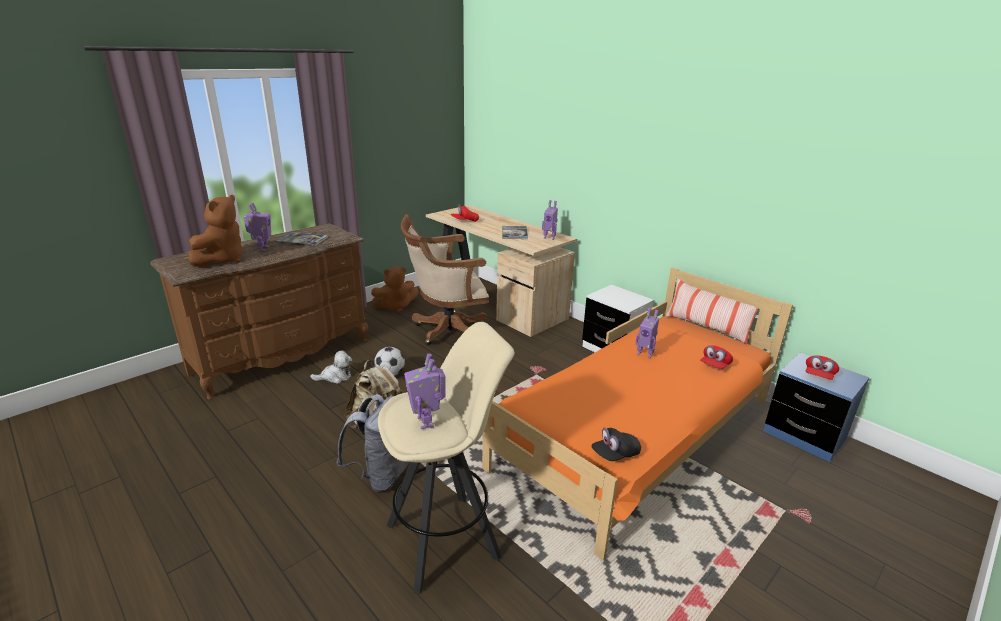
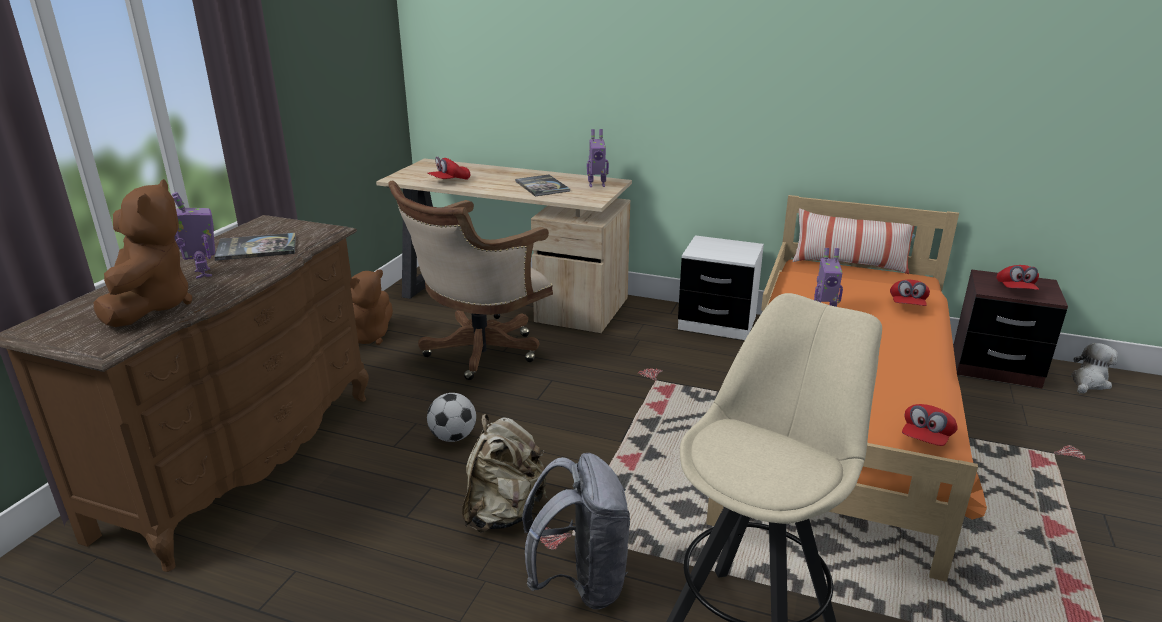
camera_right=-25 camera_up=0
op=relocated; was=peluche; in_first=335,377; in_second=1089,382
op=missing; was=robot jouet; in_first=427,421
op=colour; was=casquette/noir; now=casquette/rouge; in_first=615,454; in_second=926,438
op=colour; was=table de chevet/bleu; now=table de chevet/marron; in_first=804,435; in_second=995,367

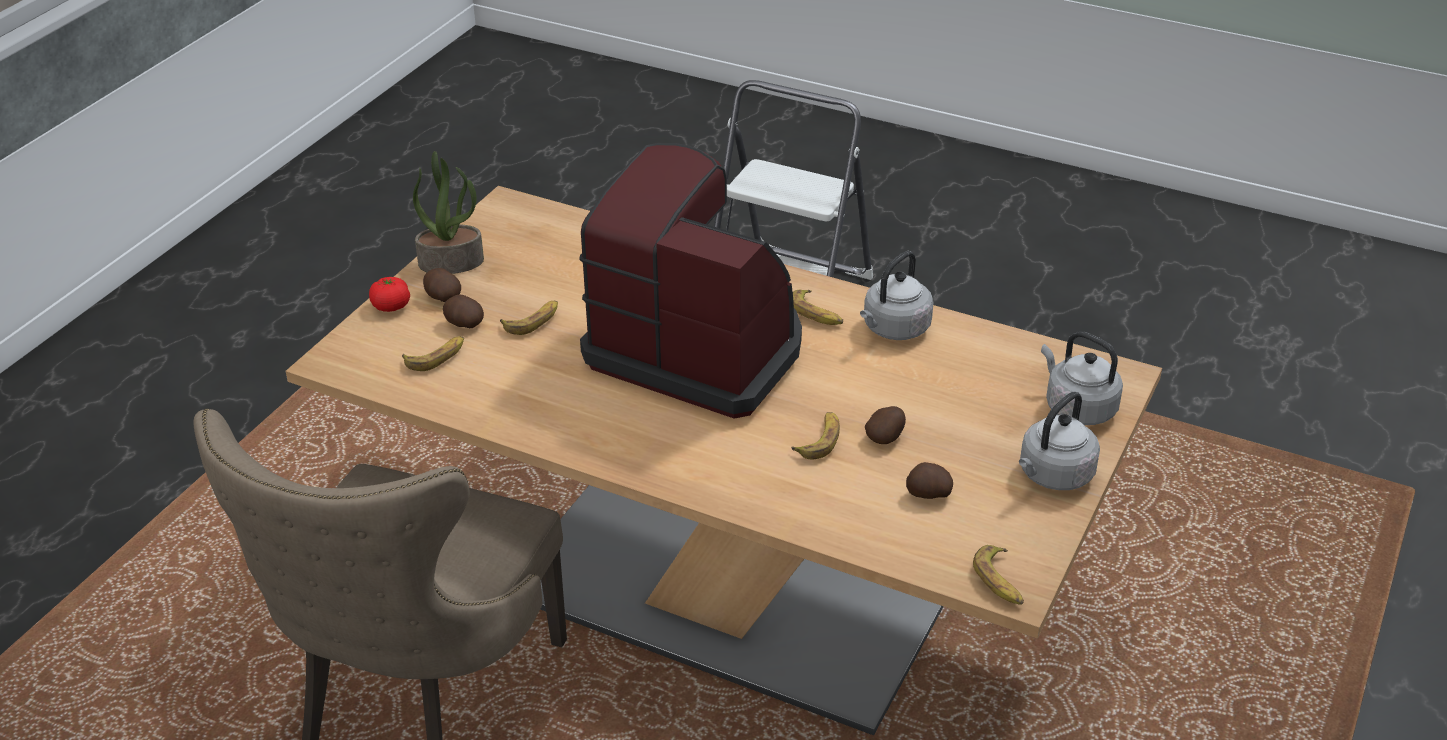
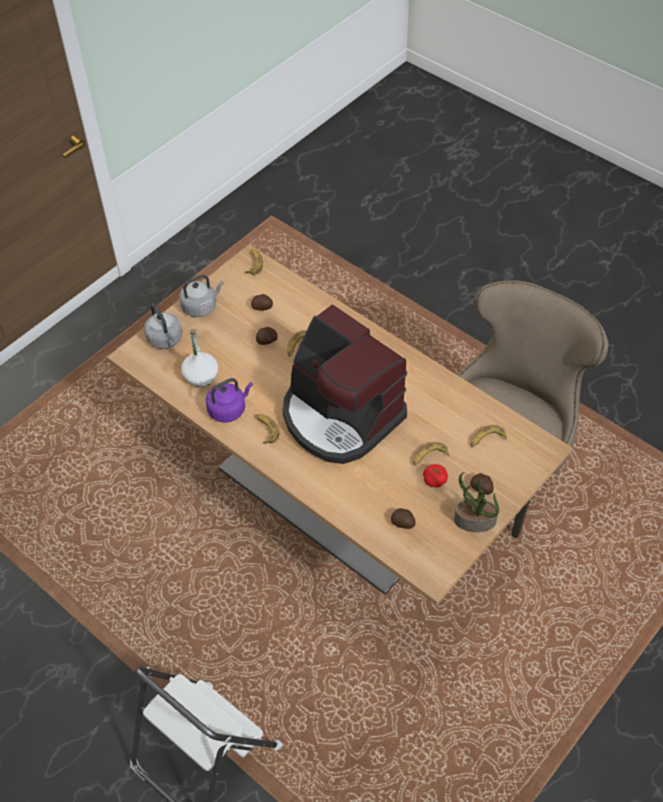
camera_right=-165 camera_up=15
op=relocated; was=tomate; in_first=391,306; in_second=434,480
op=relocated; was=pomme de terre; in_first=463,324; in_second=403,523
op=colour; was=bouilloire/gris; now=bouilloire/violet; in_first=894,329; in_second=229,409
op=appeared; now=bouteille/blanc; in_second=201,376

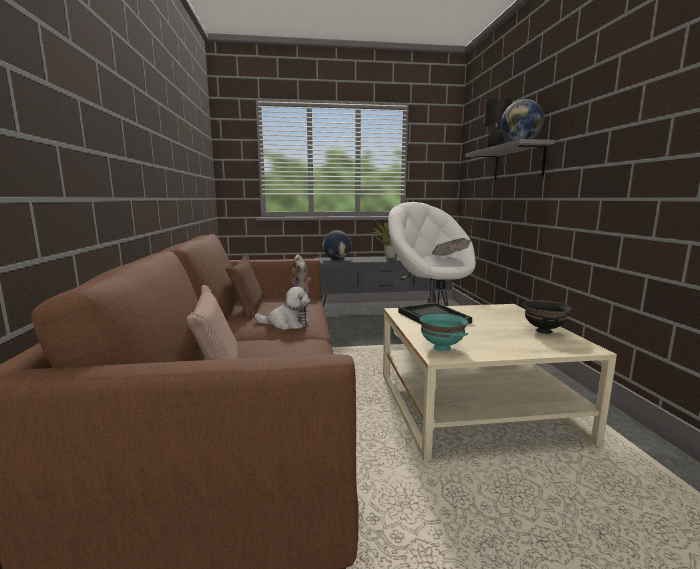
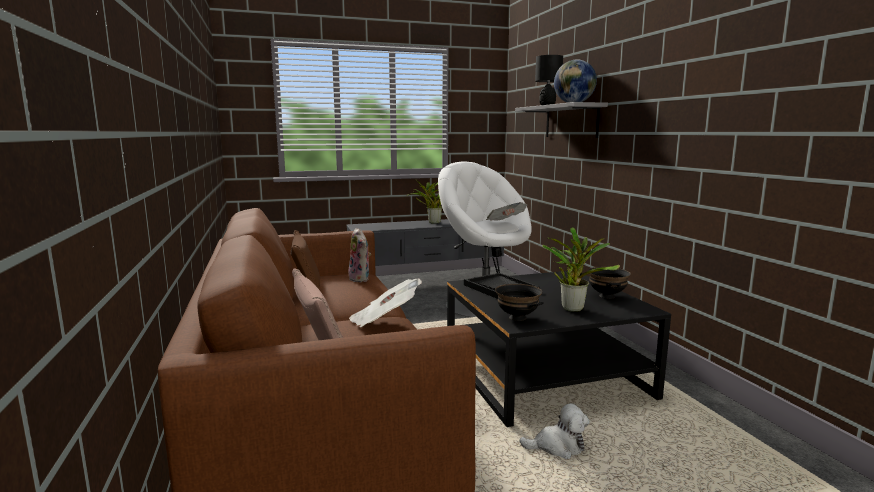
camera_right=-10 camera_up=0
op=relocated; was=peluche; in_first=286,324; in_second=557,447
op=missing; was=globe; in_first=337,259
op=colour; was=table basse/beige; now=table basse/noir; in_first=474,406; in_second=544,374
op=colour; was=bol/turquoise; now=bol/noir; in_first=442,347; in_second=518,317
op=appeared; now=journal; in_second=384,320
op=appeared; now=plante en pot; in_second=572,308

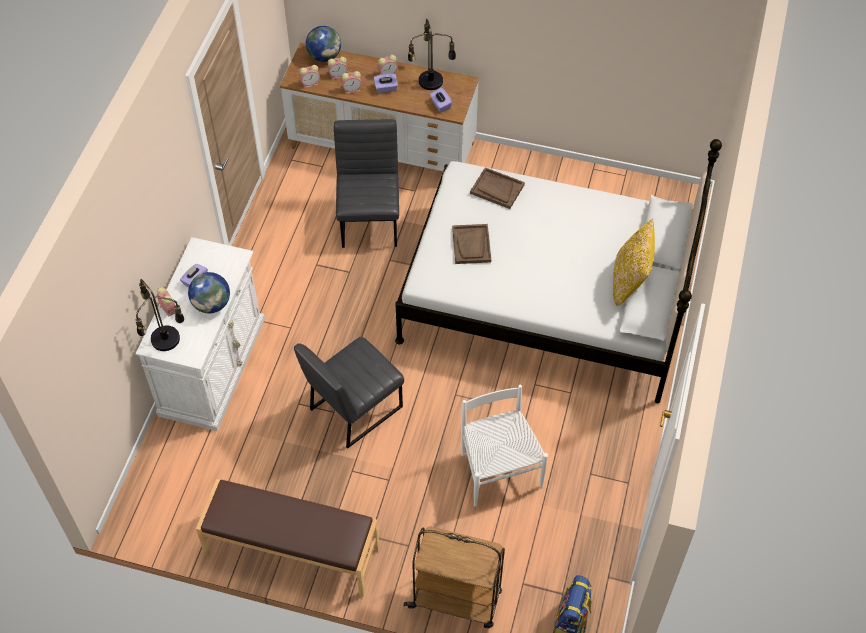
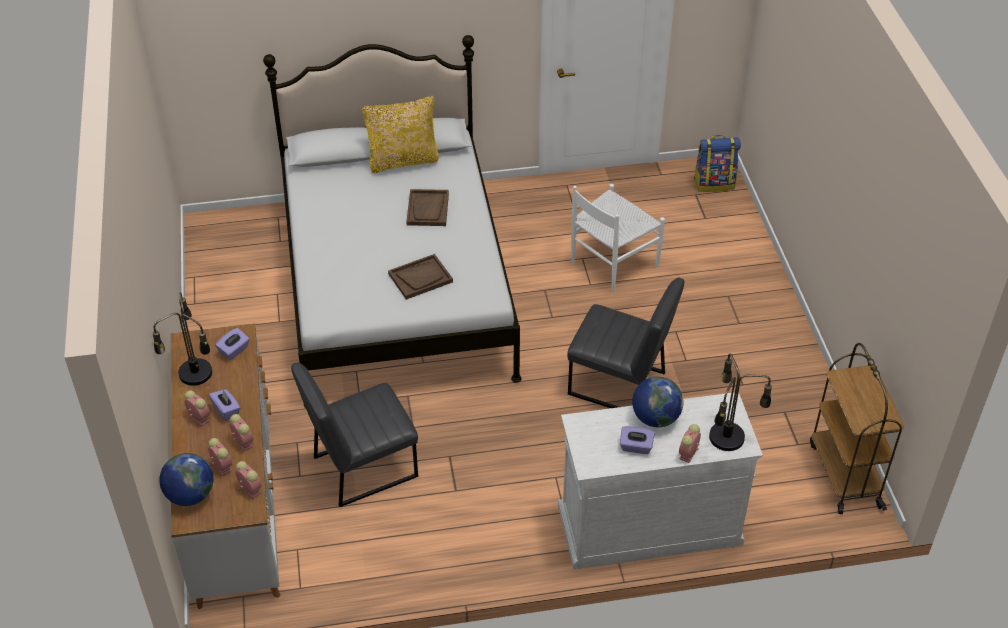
camera_right=-115 camera_up=-10
op=missing; was=banc/marron; in_first=292,551
op=relocated; was=chariot/marron; in_first=456,600; in_second=845,474
op=relocated; was=plateau/marron; in_first=497,189; in_second=428,209

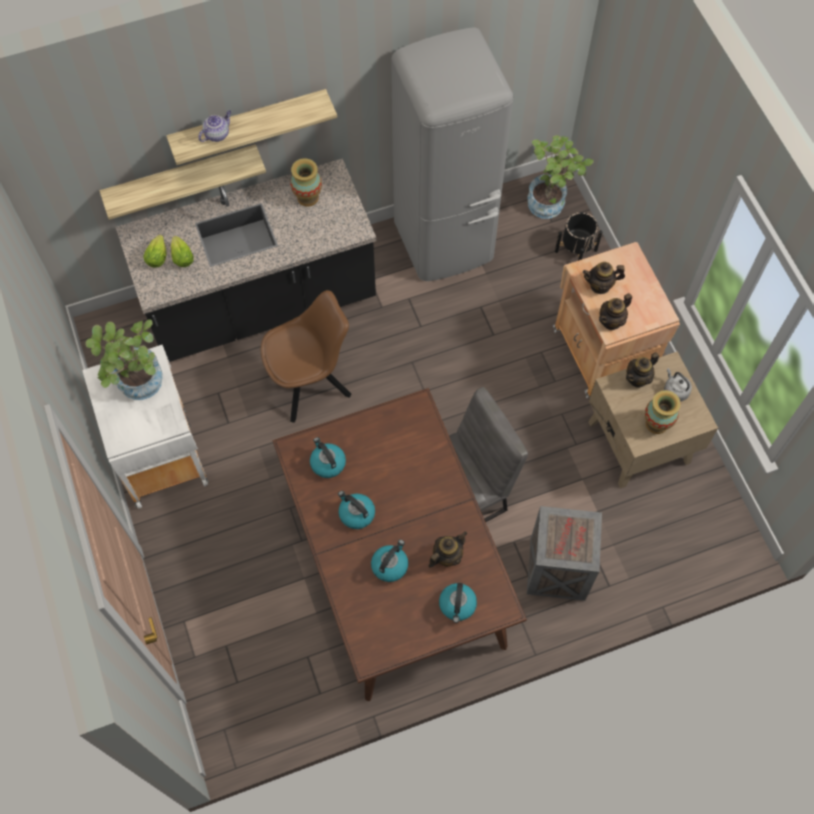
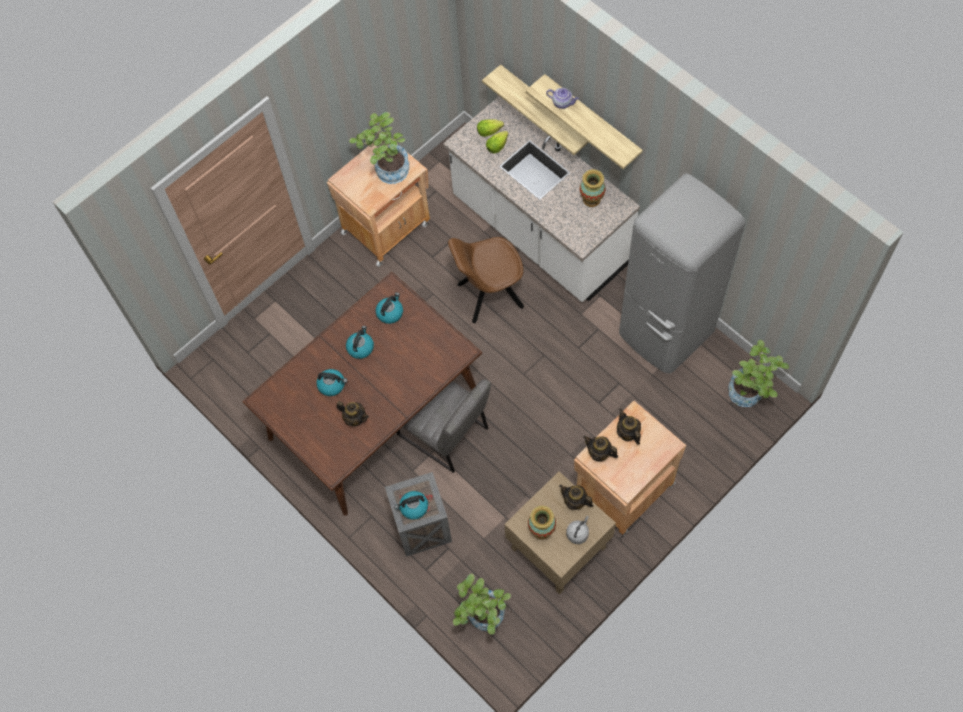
camera_right=70 camera_up=0
op=colour; was=chariot/blanc; now=chariot/marron; in_first=160,455; in_second=387,227
op=colour; was=comptoir de cuisine/noir; now=comptoir de cuisine/blanc; in_first=261,303; in_second=539,232
op=spun; was=chaise/marron; in_first=310,384; in_second=489,295; clockwise=120
op=relocated; was=bouilloire; in_first=457,605; in_second=413,507
op=missing; was=cache-pot/noir; in_first=575,251
op=appeared; now=plante en pot; in_second=482,618

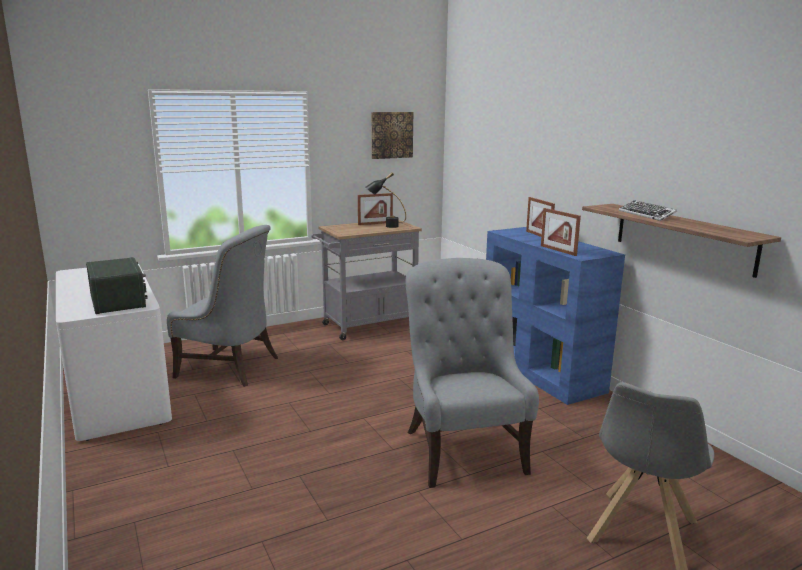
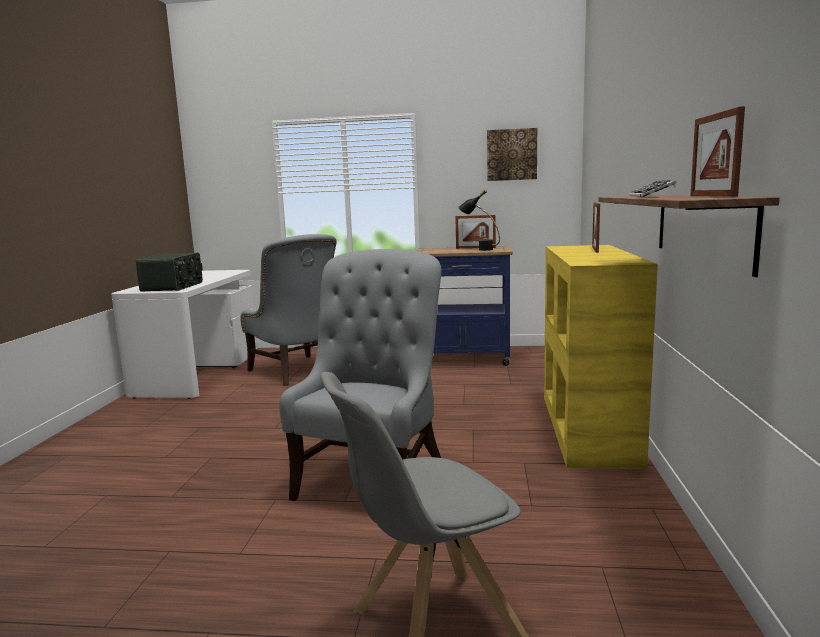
camera_right=35 camera_up=-5
op=colour; was=chariot/gris; now=chariot/bleu; in_first=366,326; in_second=460,358
op=colour; was=bibliothèque/bleu; now=bibliothèque/jaune; in_first=541,371; in_second=589,428
op=relocated; was=cadre photo; in_first=558,250; in_second=712,196

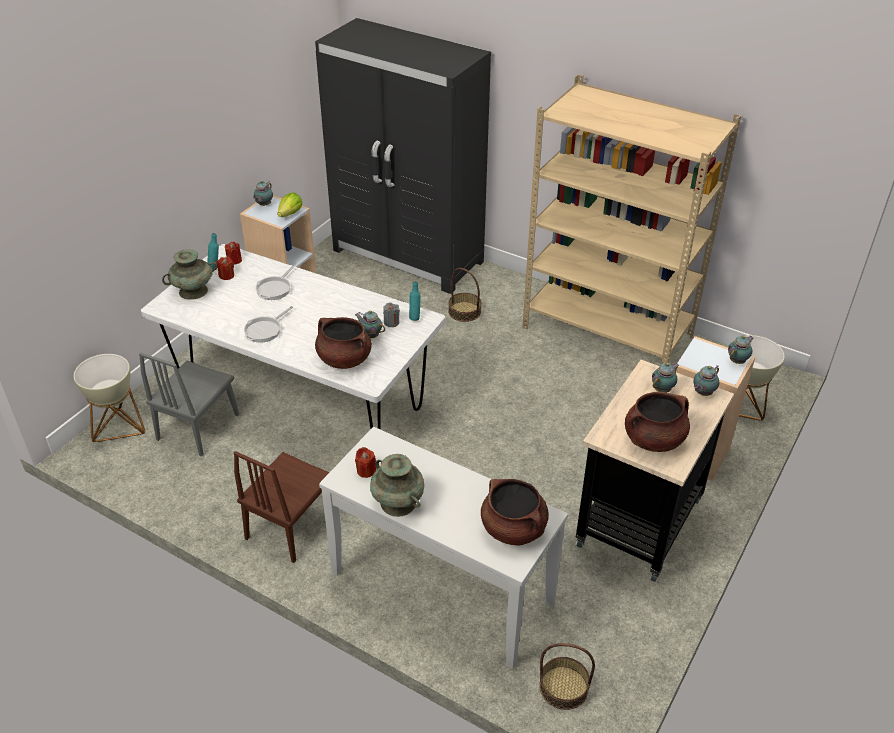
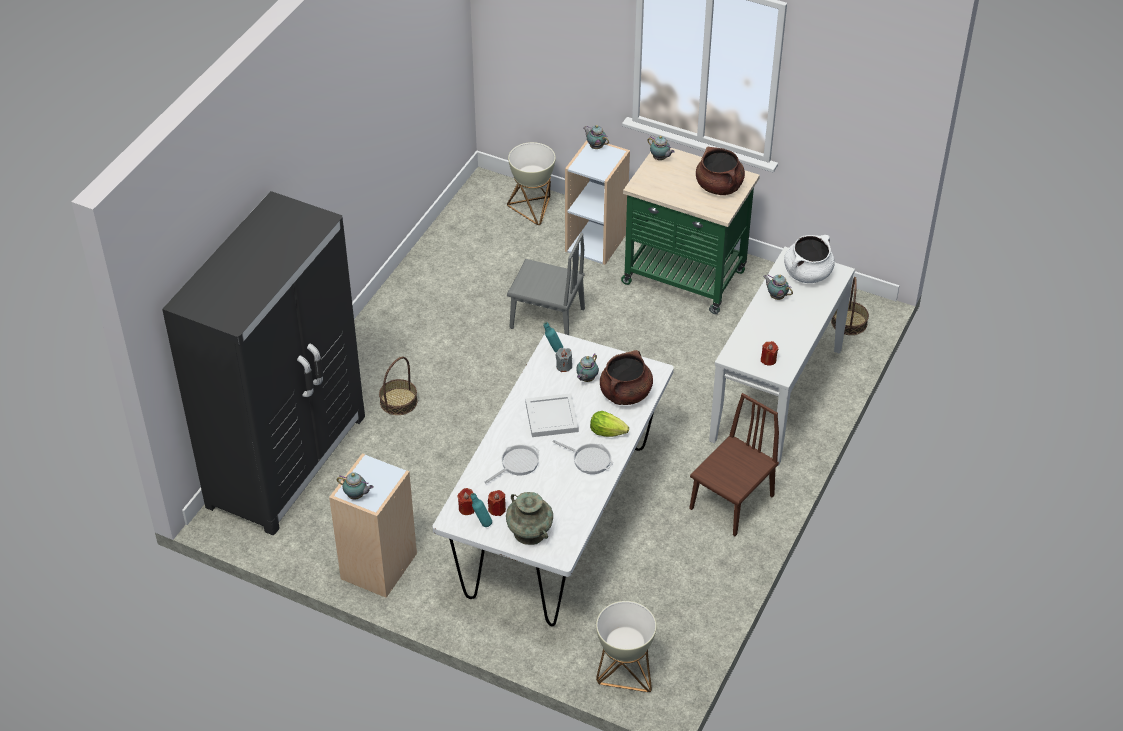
camera_right=-95 camera_up=5
op=relocated; was=chaise/gris; in_first=198,426; in_second=547,318
op=spun; was=chaise/marron; in_first=291,525; in_second=731,502; clockwise=-75
op=spun; was=poêle; in_first=275,288; in_second=517,463; clockwise=-60
op=relocated; was=laitue; in_first=290,214; in_second=607,432
op=missing; was=vase/turquoise; in_first=398,503
op=colour; was=marmite/marron; now=marmite/blanc; in_first=513,529; in_second=807,273
op=missing; was=bibliothèque/beige; in_first=607,331
op=colour; was=chariot/noir; now=chariot/vert; in_first=639,524; in_second=685,278
op=relocated; was=théière; in_first=663,389; in_second=776,296
op=appeared; now=plateau/blanc; in_second=551,418

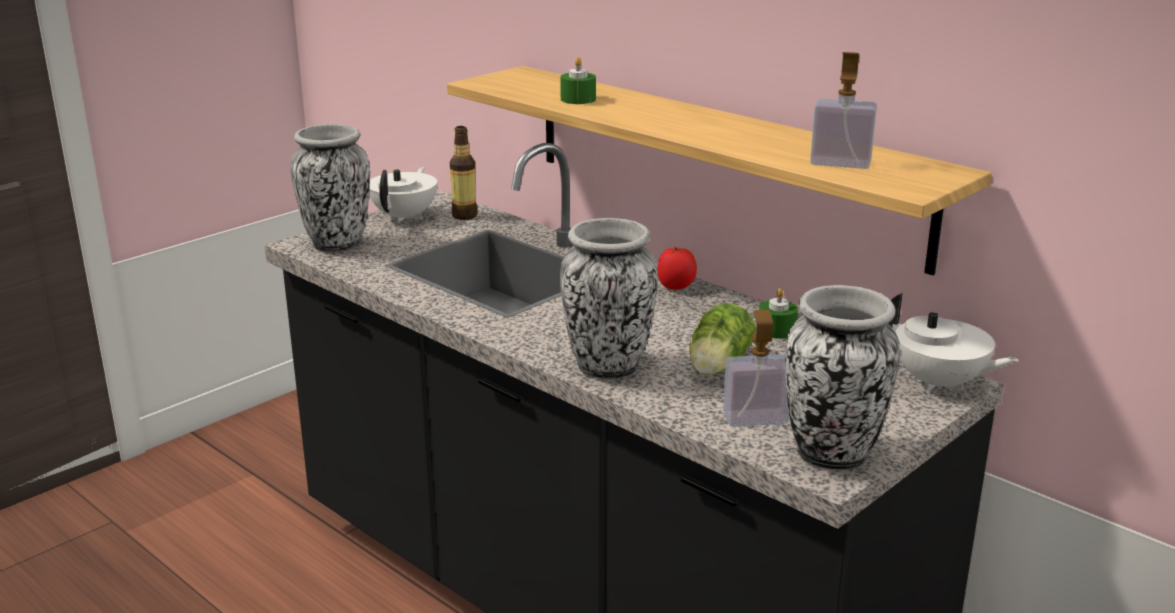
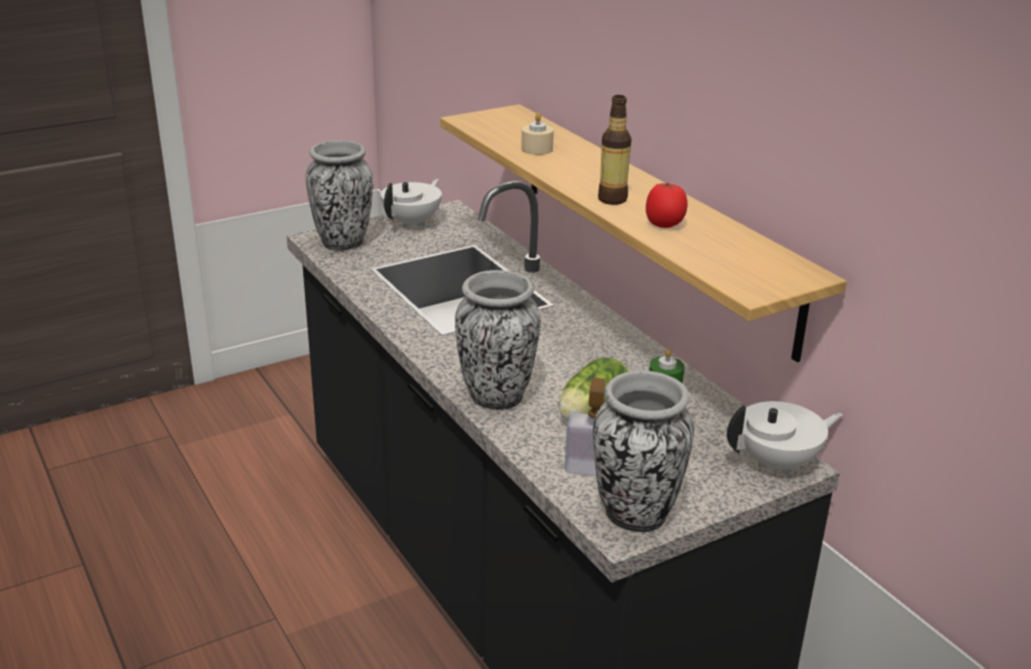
camera_right=15 camera_up=5
op=relocated; was=bouteille; in_first=464,216; in_second=612,199
op=colour; was=bougie/vert; now=bougie/beige; in_first=578,99; in_second=537,149
op=relocated; was=tomate; in_first=676,287; in_second=664,225
op=missing; was=distributeur de savon; in_first=840,163
op=spun; was=théière/blanc; in_first=939,384; in_second=778,463; clockwise=-75

